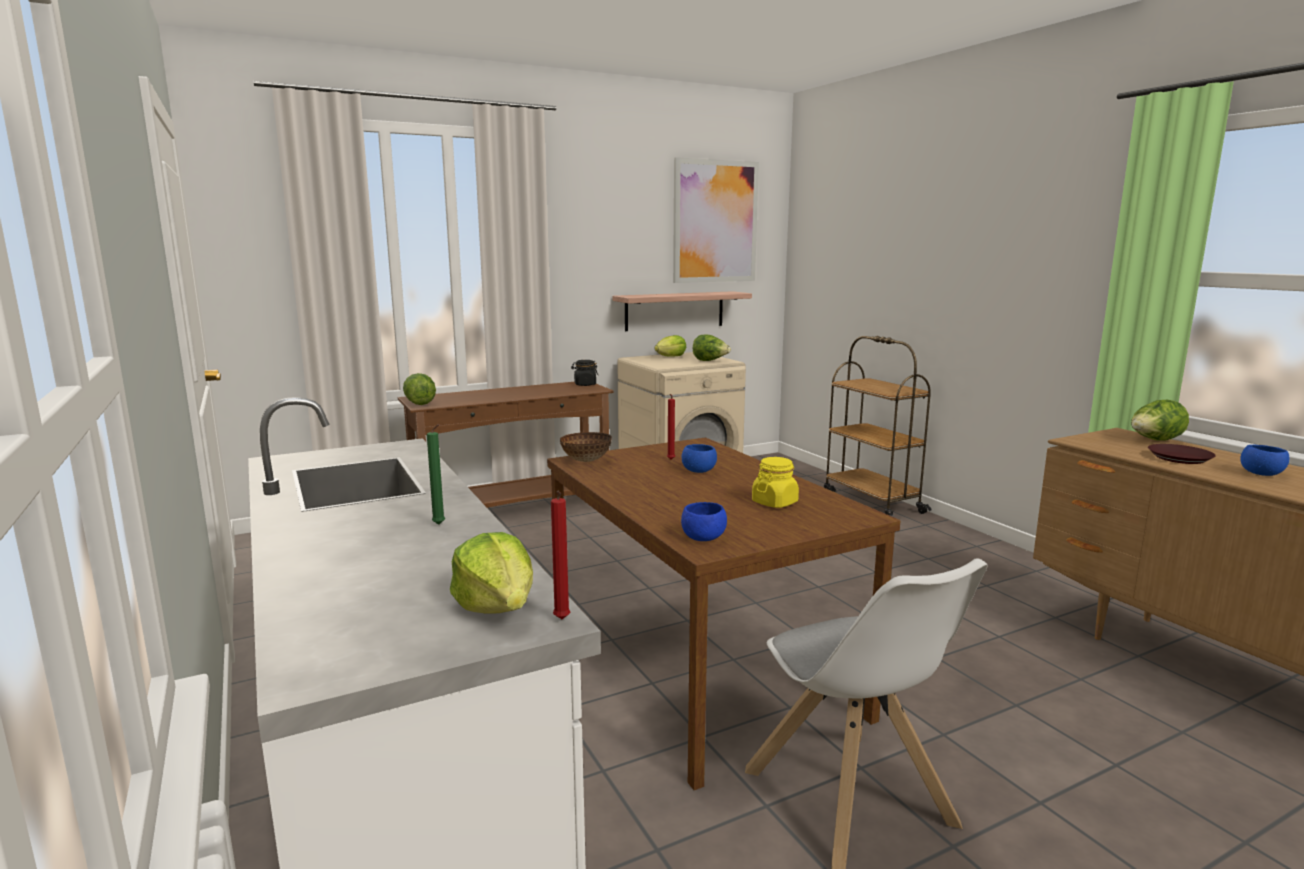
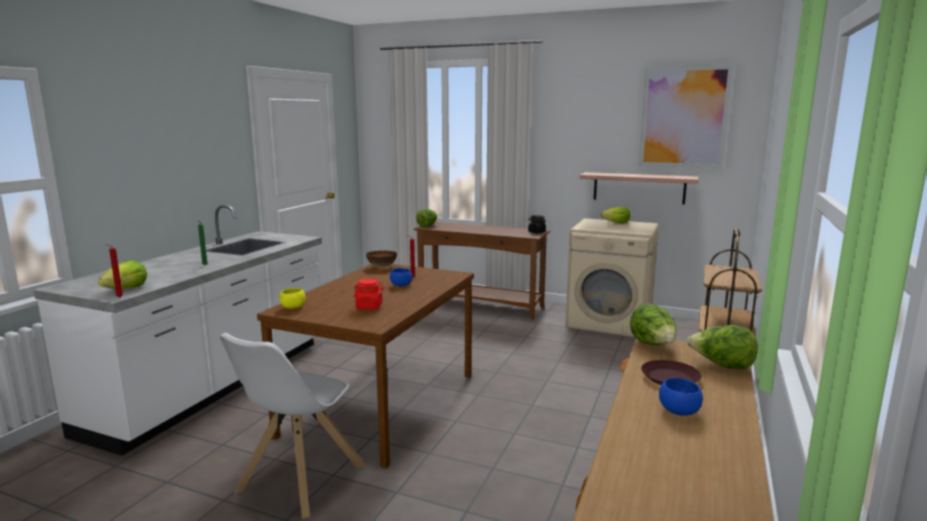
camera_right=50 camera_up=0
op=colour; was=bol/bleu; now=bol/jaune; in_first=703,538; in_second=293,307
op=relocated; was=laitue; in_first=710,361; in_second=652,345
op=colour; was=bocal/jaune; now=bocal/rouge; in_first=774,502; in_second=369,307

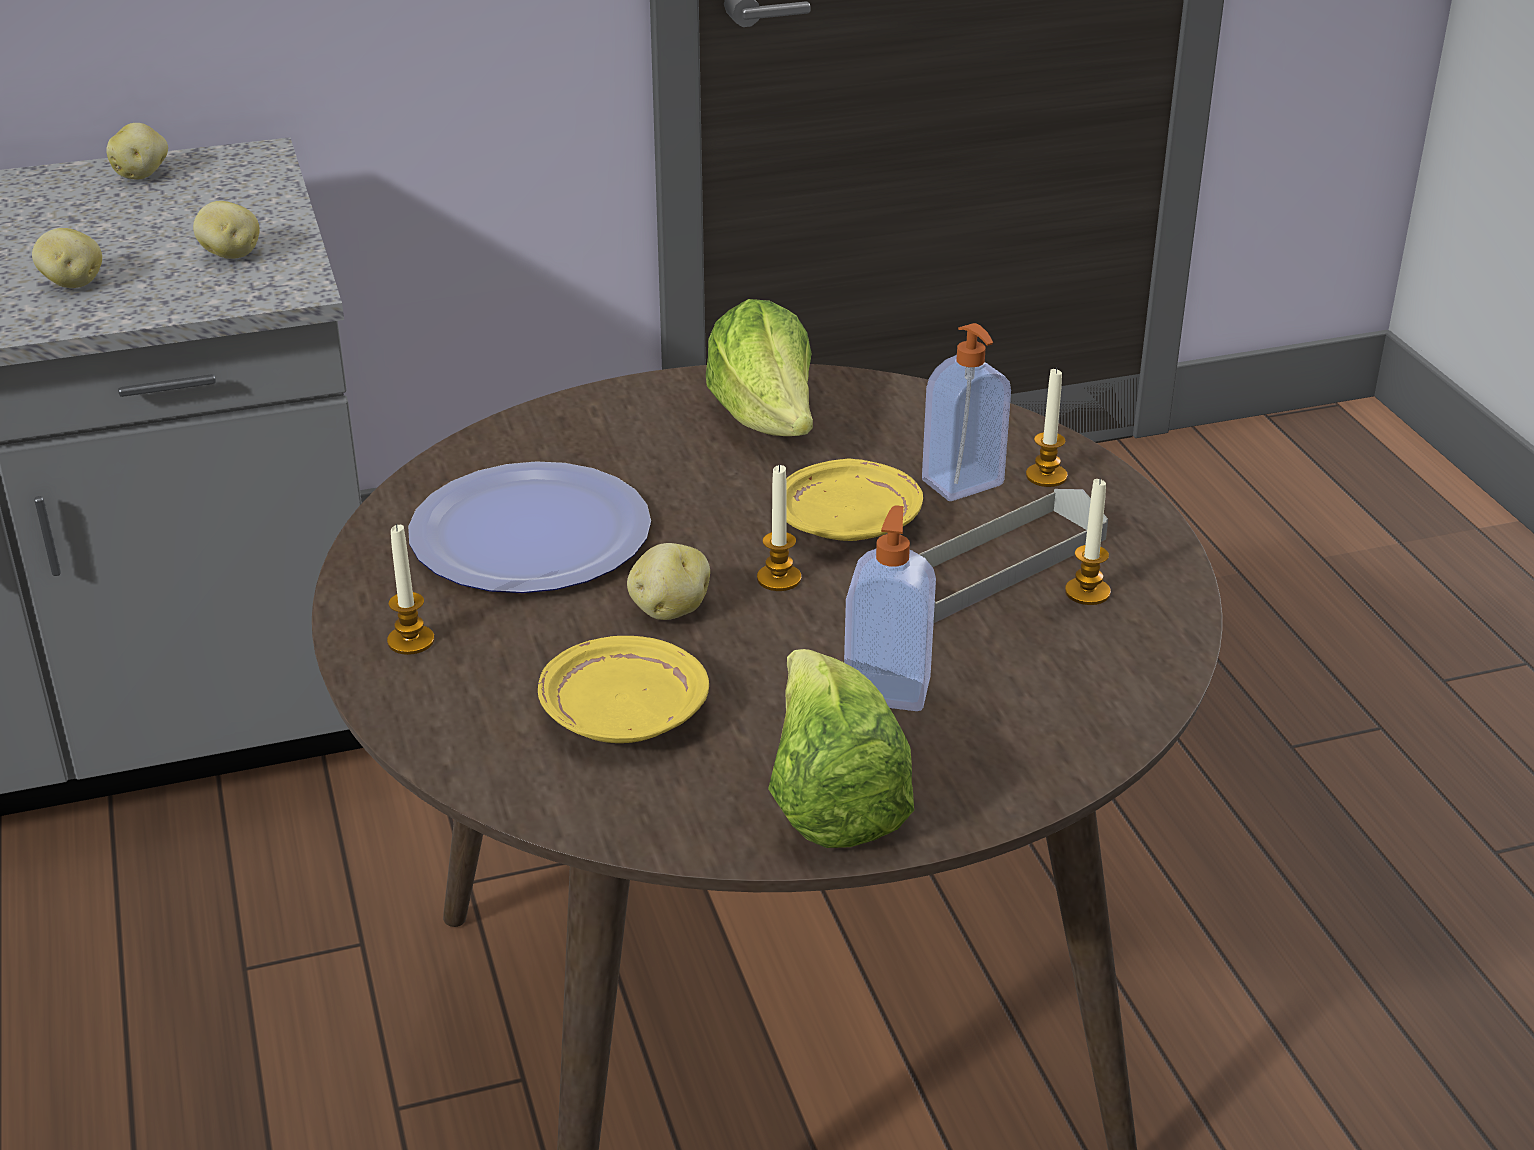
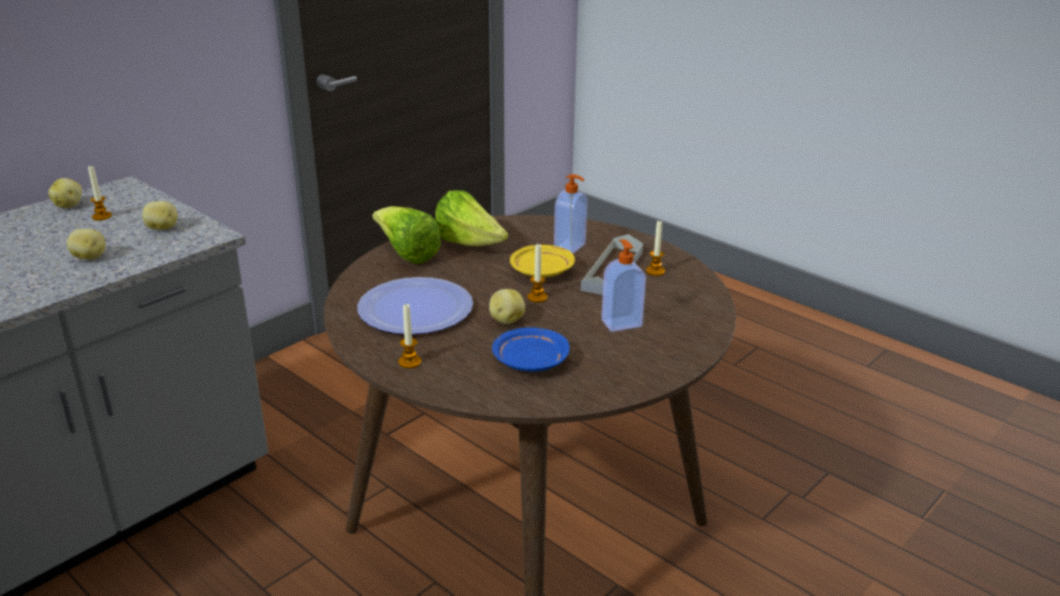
camera_right=-30 camera_up=-5
op=colour; was=assiette/jaune; now=assiette/bleu; in_first=622,714; in_second=530,361
op=relocated; was=laitue; in_first=831,799; in_second=406,254
op=relocated; was=bougie; in_first=1046,476; in_second=102,216

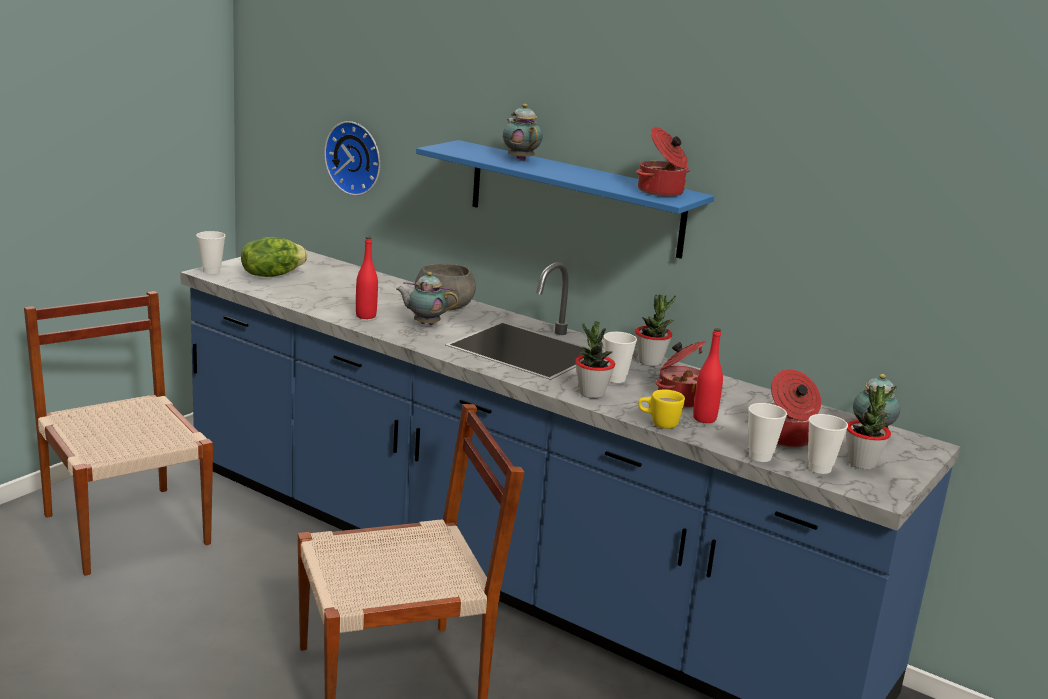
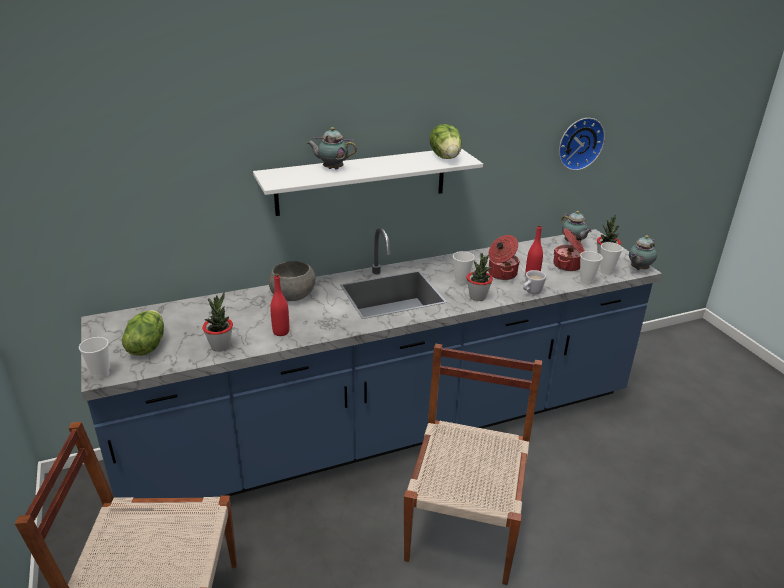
camera_right=-55 camera_up=10
op=relocated; was=horloge murale; in_first=356,157; in_second=579,143
op=relocated; was=théière; in_first=425,324; in_second=638,269
op=colour; was=étagère/bleu; now=étagère/blanc; in_first=575,198; in_second=362,181
op=relocated; was=plante en pot; in_first=650,362; in_second=220,346
op=exchanged; was=marmite; now=laitue; in_first=661,192; in_second=446,157
op=colour; was=mug/jaune; now=mug/blanc; in_first=658,423; in_second=531,292

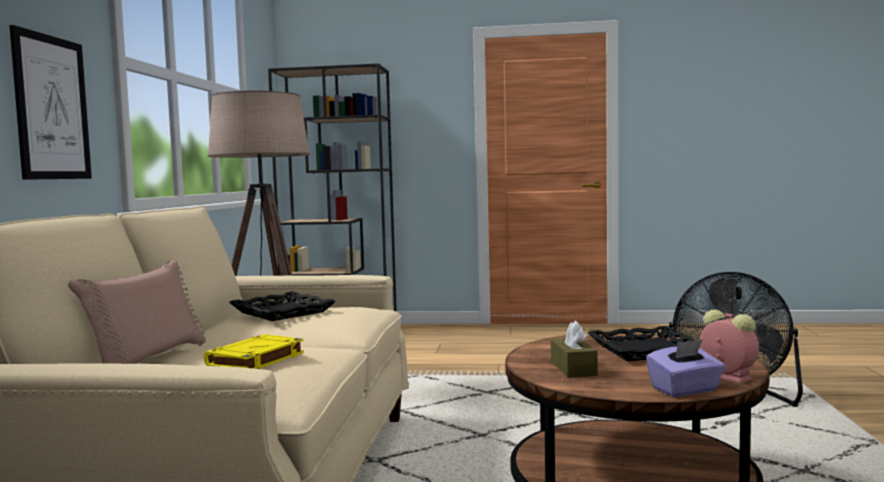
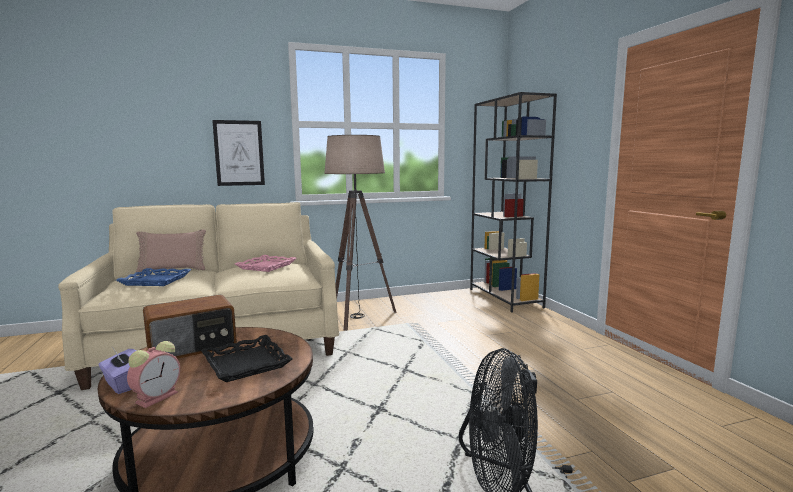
camera_right=65 camera_up=5
op=exchanged; was=livre/jaune; now=plateau/bleu; in_first=255,360; in_second=155,281
op=colour; was=plateau/noir; now=plateau/rose; in_first=281,312; in_second=266,266
op=exchanged; was=boîte à mouchoirs/marron; now=radio; in_first=573,368; in_second=192,347

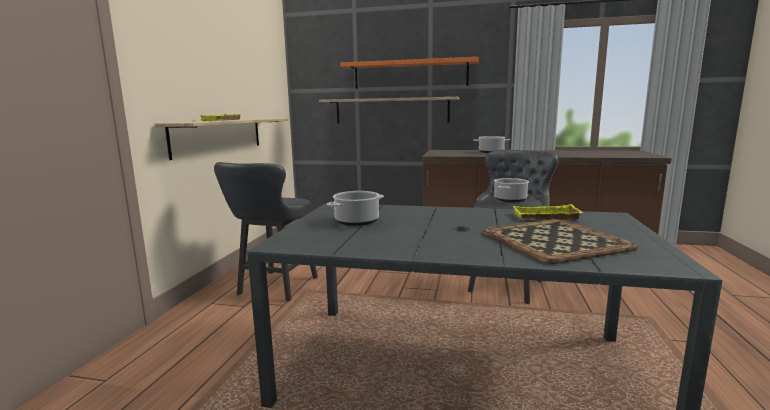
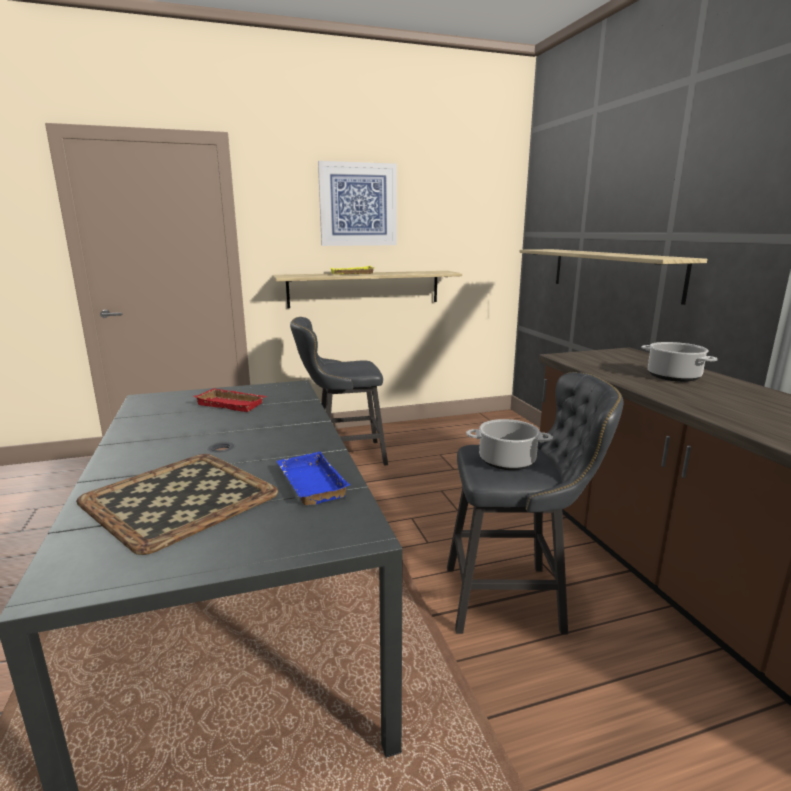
camera_right=60 camera_up=5
op=exchanged; was=marmite; now=plateau/rouge; in_first=357,221; in_second=233,404
op=missing; was=étagère/orange; in_first=410,74
op=colour; was=plateau/jaune; now=plateau/bleu; in_first=545,217; in_second=308,483
op=appeared; now=tableau; in_second=358,204

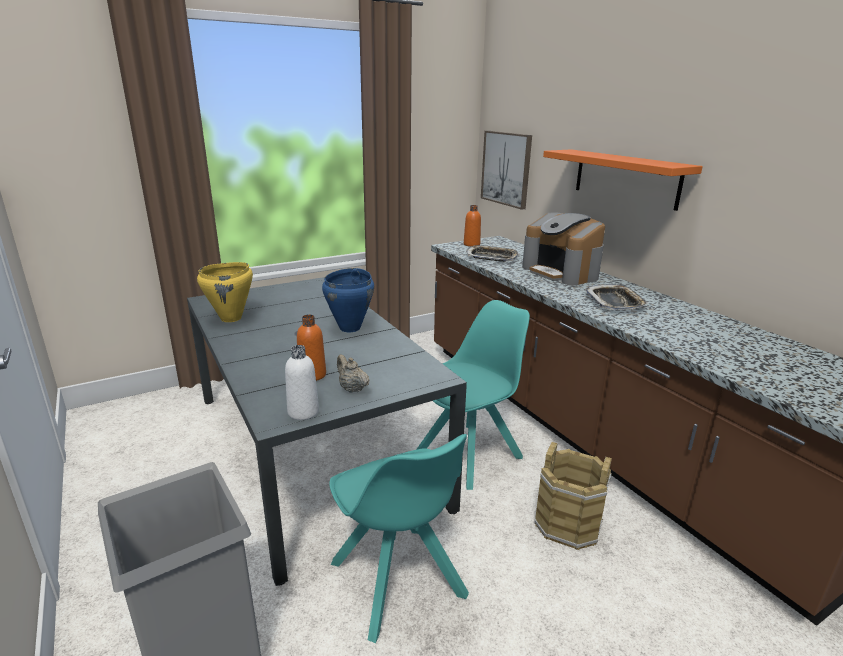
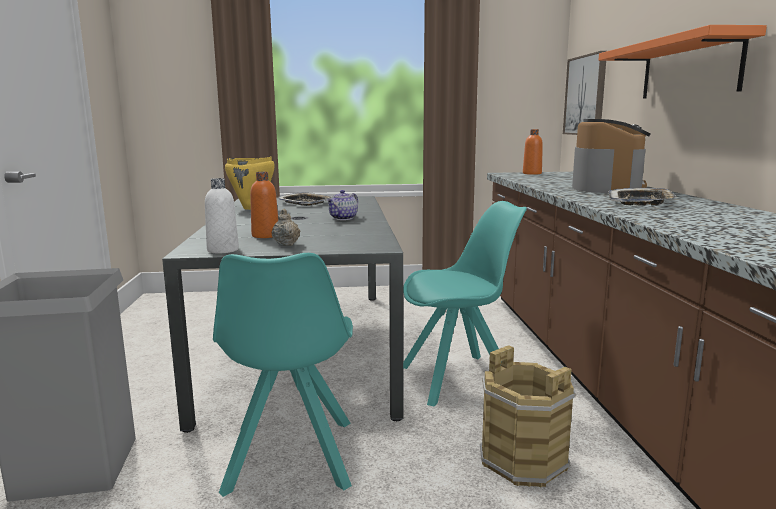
camera_right=25 camera_up=-10
op=exchanged; was=marmite/bleu; now=théière; in_first=350,328; in_second=343,218
op=relocated; was=plateau; in_first=491,257; in_second=304,203
op=spun; was=machine à café; in_first=561,272; in_second=608,187; clockwise=-150

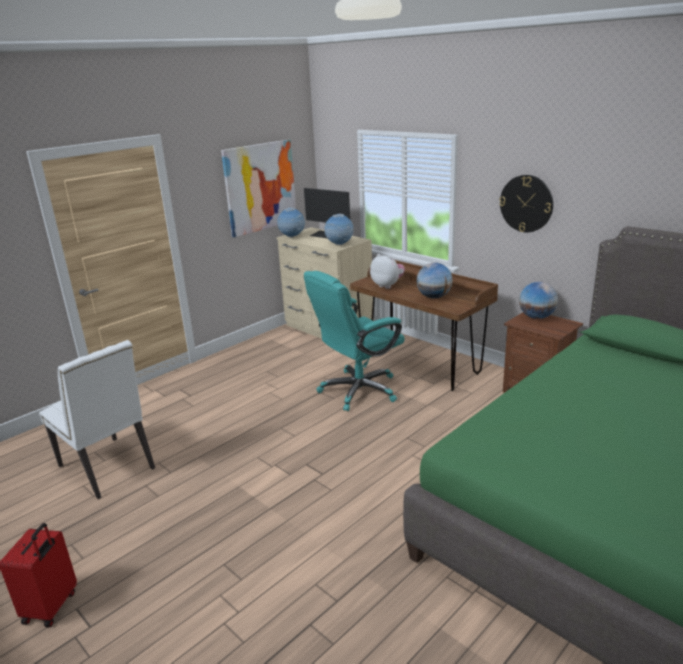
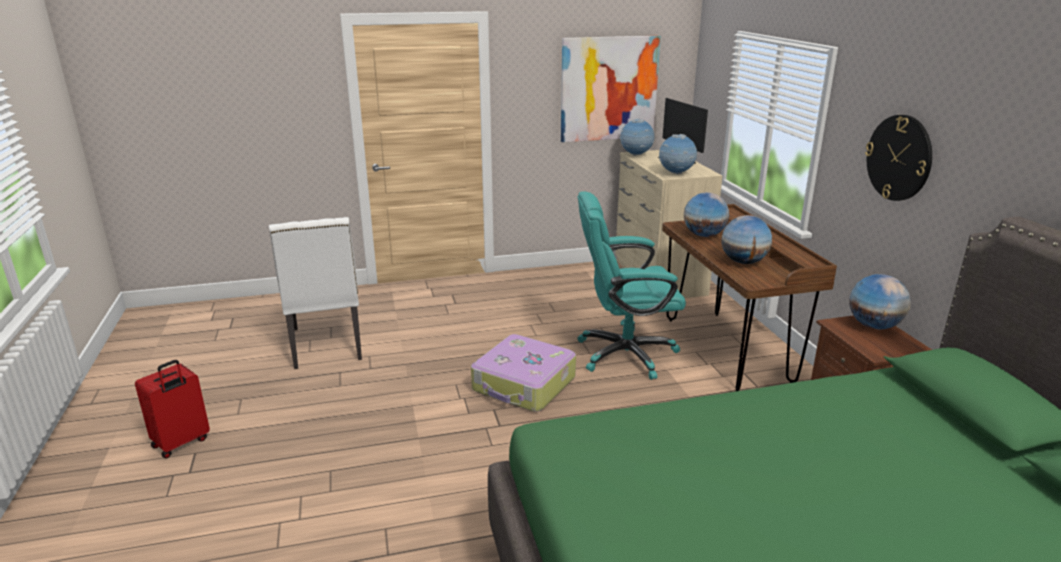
camera_right=30 camera_up=0
op=exchanged; was=peluche; now=globe; in_first=387,285; in_second=703,235
op=appeared; now=valise; in_second=524,385

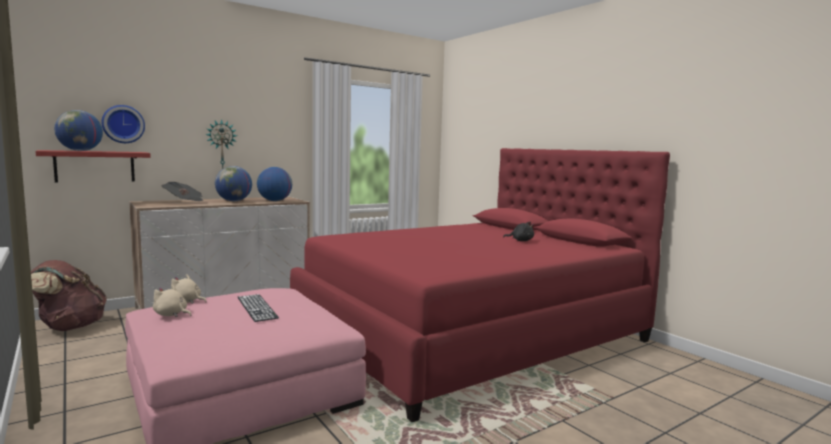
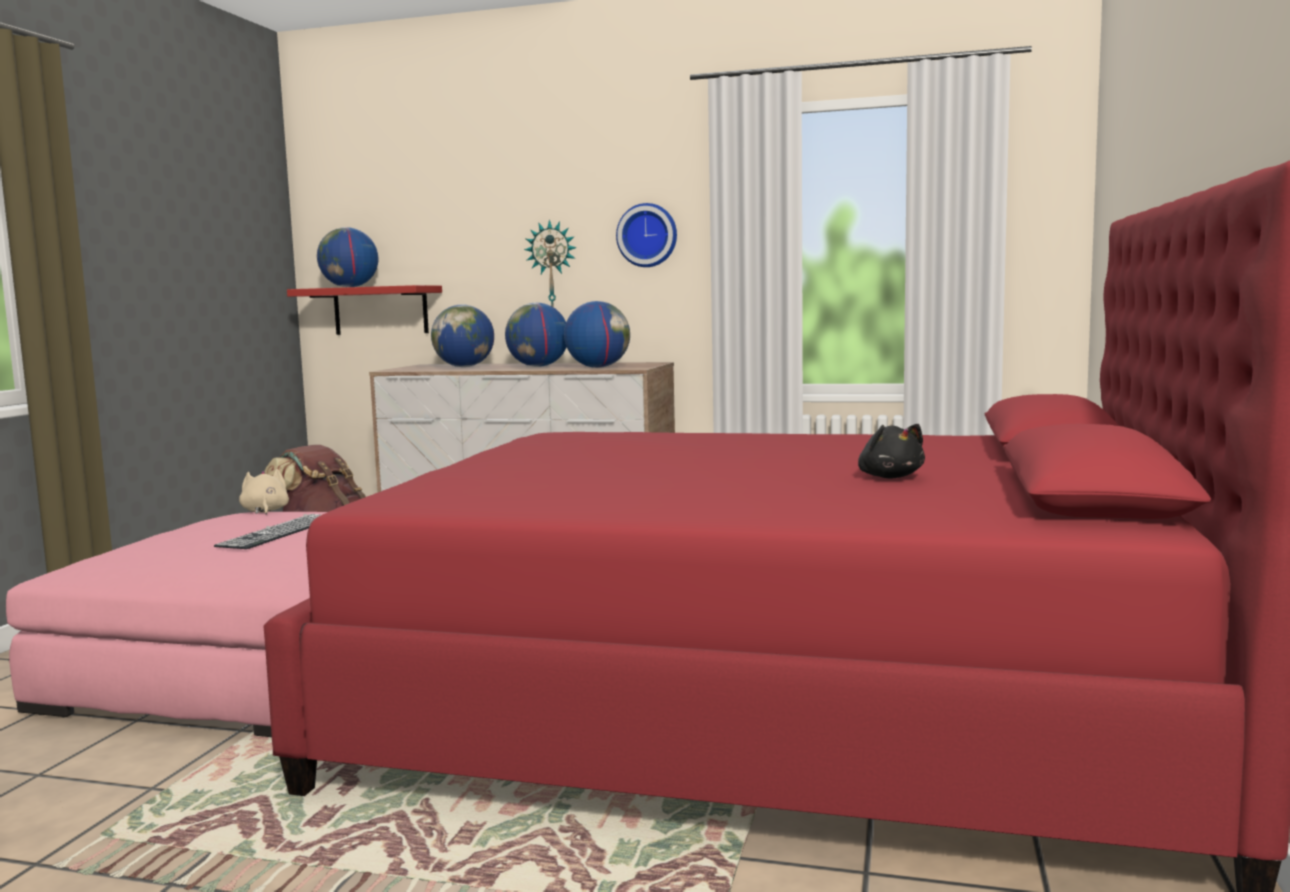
camera_right=50 camera_up=0
op=relocated; was=horloge murale; in_first=123,124; in_second=647,235
op=missing; was=peluche/beige; in_first=171,315
op=exchanged; was=journal; now=globe; in_first=185,202; in_second=464,367

